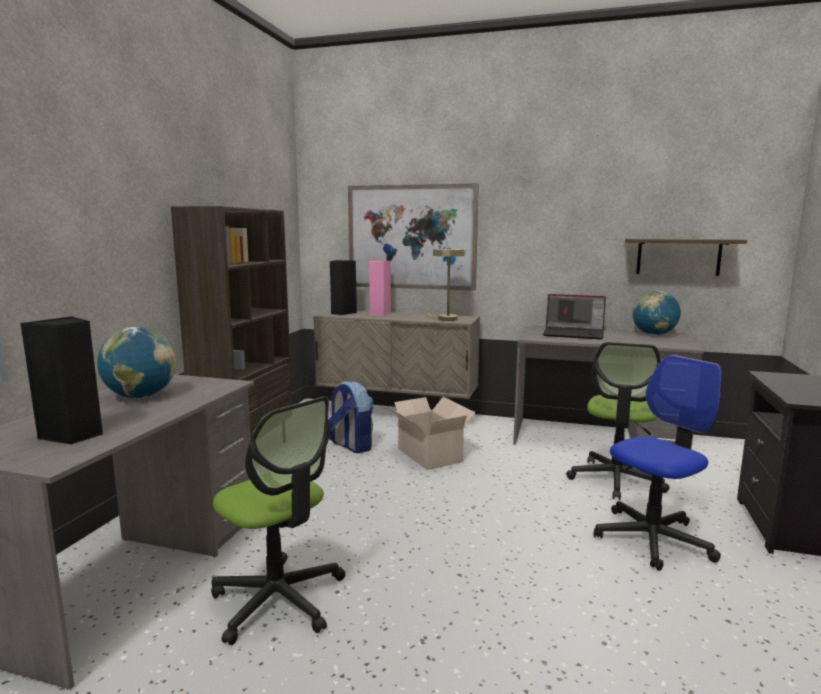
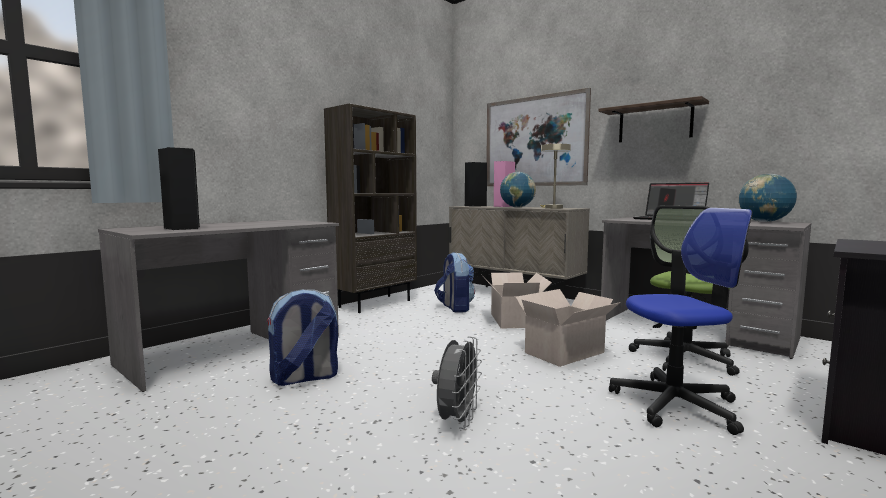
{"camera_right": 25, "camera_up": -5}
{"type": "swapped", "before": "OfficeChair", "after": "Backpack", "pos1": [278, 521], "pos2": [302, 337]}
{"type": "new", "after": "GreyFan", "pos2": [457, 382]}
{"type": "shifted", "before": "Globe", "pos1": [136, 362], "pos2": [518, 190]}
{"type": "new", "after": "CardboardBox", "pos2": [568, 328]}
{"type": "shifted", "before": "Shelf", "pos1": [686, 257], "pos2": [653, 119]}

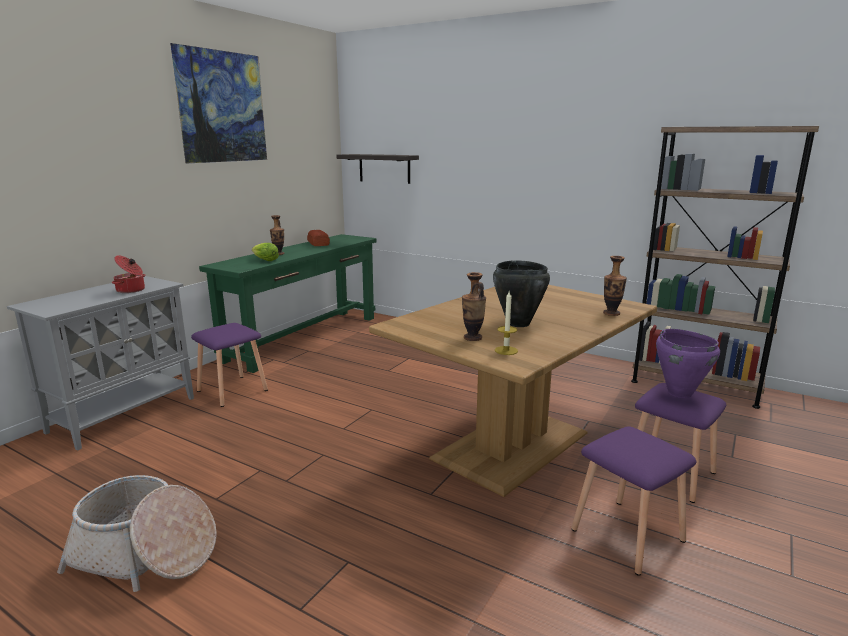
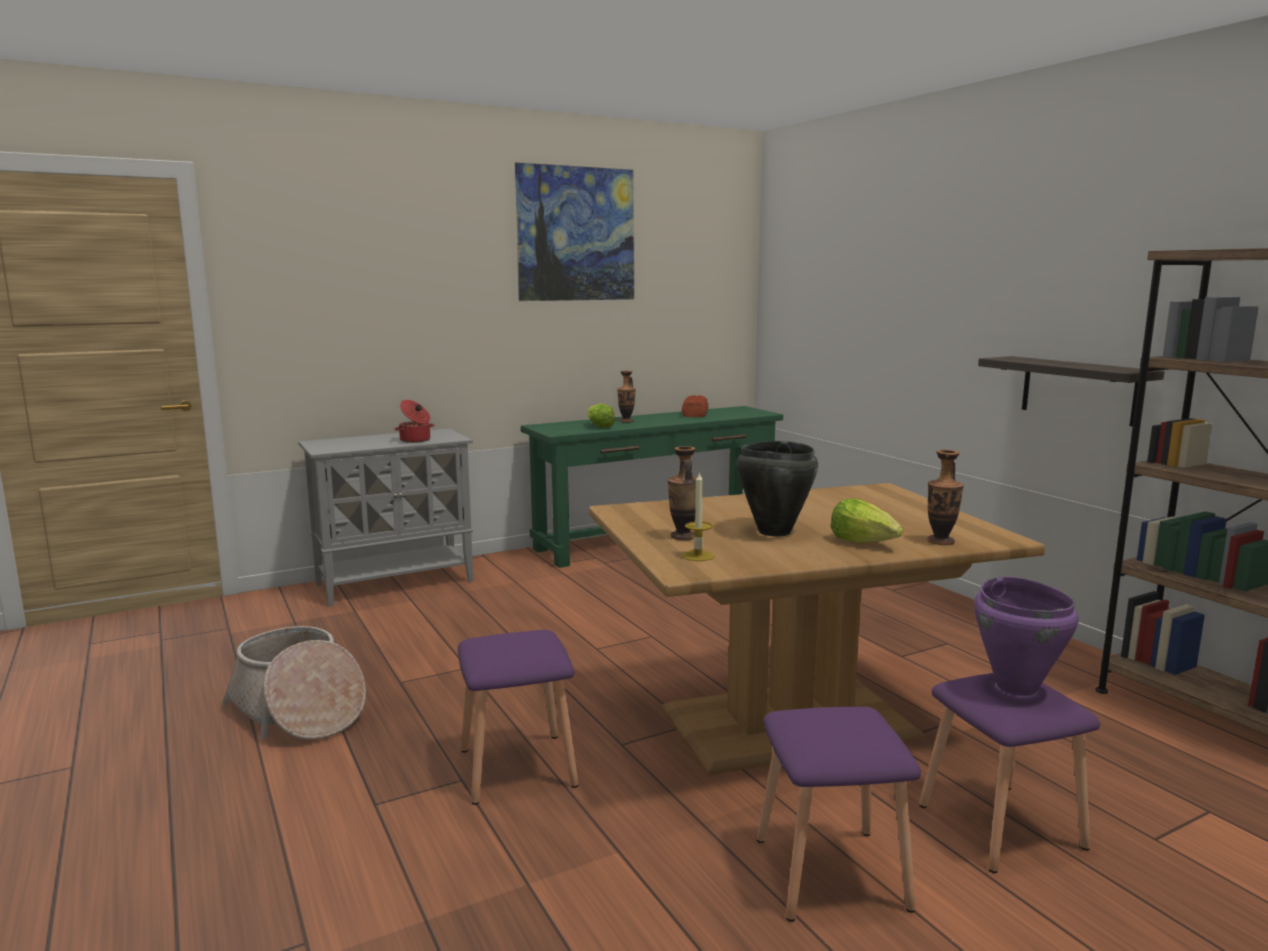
{"camera_right": 30, "camera_up": -5}
{"type": "shifted", "before": "PurpleStool", "pos1": [229, 365], "pos2": [518, 717]}
{"type": "new", "after": "Lettuce", "pos2": [867, 521]}
{"type": "shifted", "before": "Shelf", "pos1": [377, 169], "pos2": [1071, 391]}

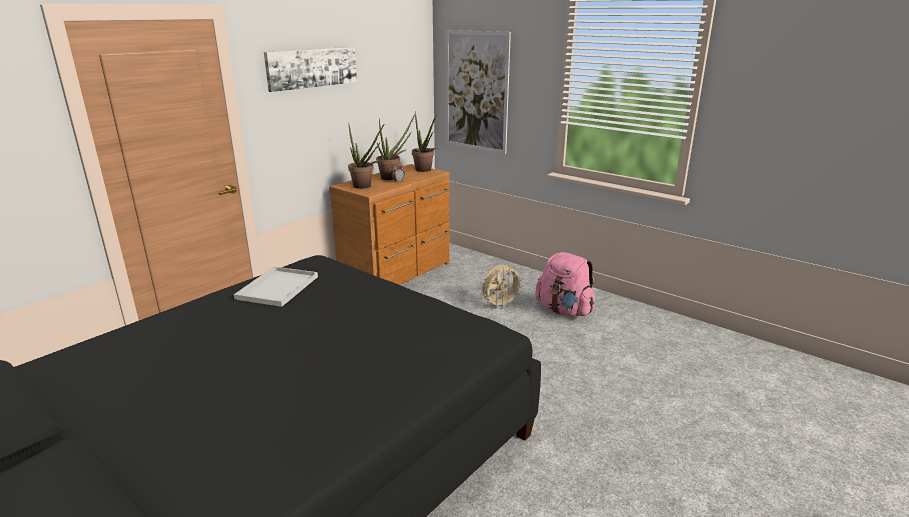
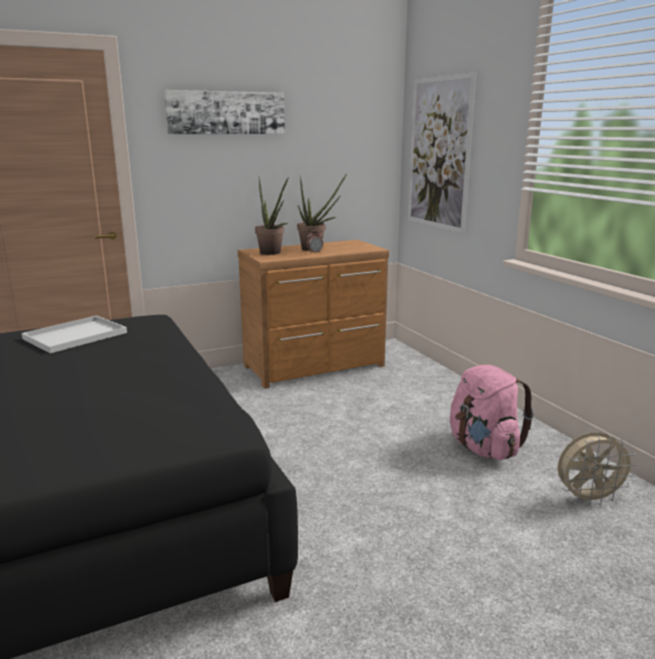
{"camera_right": 25, "camera_up": -5}
{"type": "shifted", "before": "BeigeFan", "pos1": [503, 287], "pos2": [597, 469]}
{"type": "gone", "before": "PottedPlant", "pos1": [424, 141]}

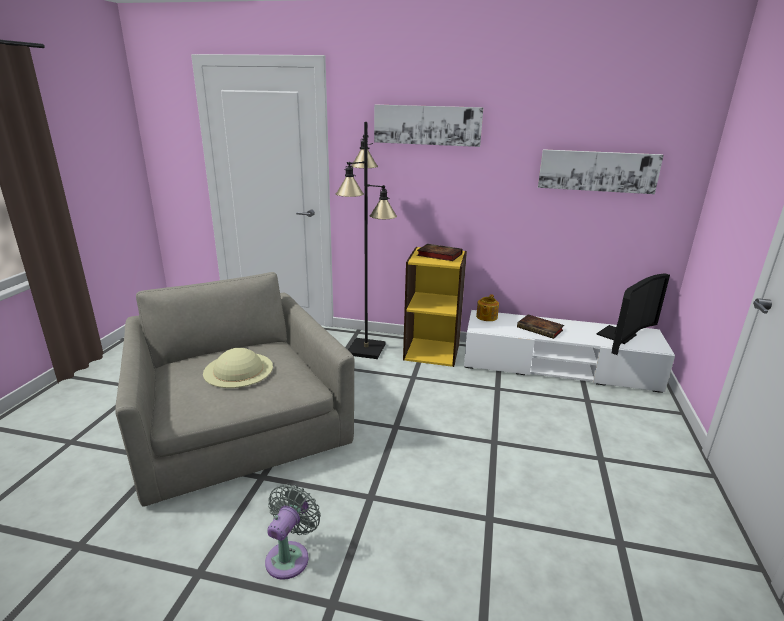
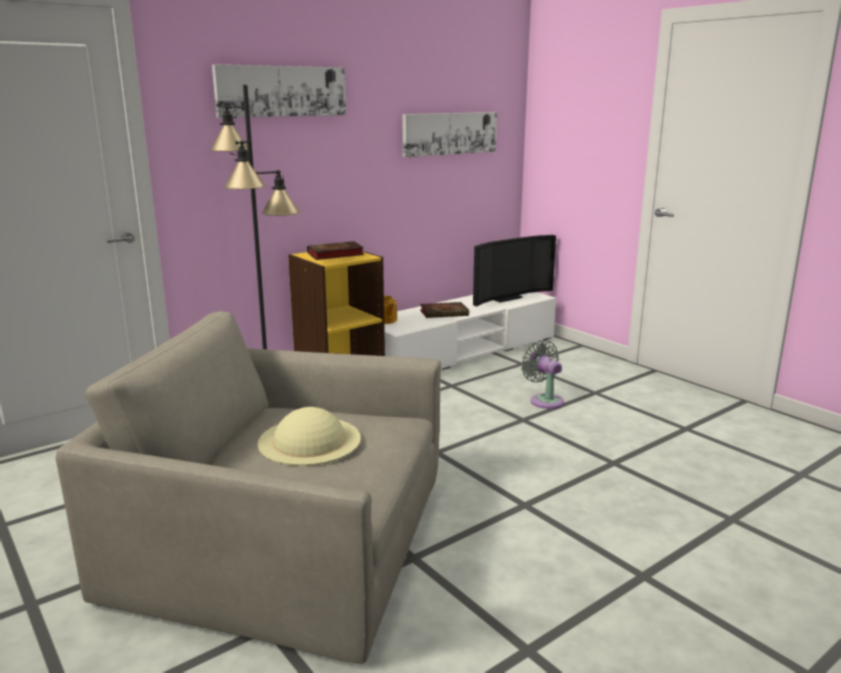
{"camera_right": -50, "camera_up": -5}
{"type": "rotated", "before": "Television", "pos1": [633, 314], "pos2": [514, 271], "turn": 60}
{"type": "shifted", "before": "GreyFan", "pos1": [293, 532], "pos2": [542, 374]}

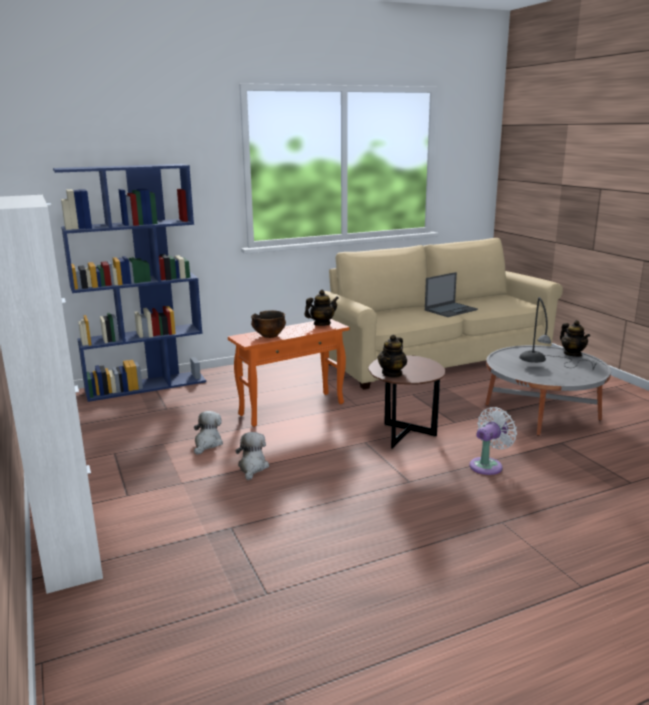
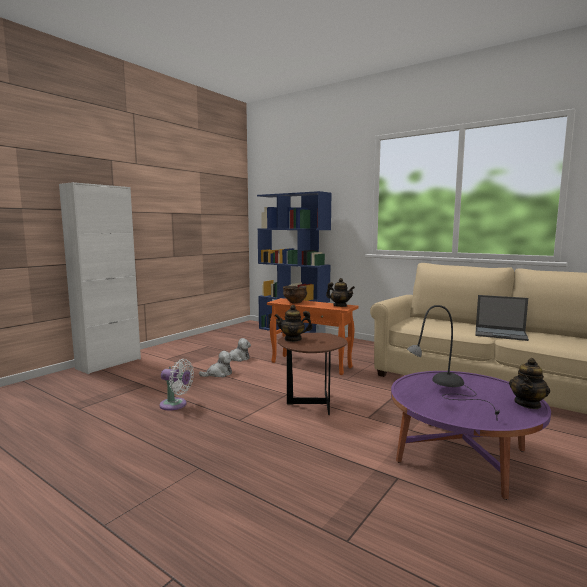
{"camera_right": 60, "camera_up": -10}
{"type": "shifted", "before": "WhiteFan", "pos1": [493, 441], "pos2": [176, 384]}
{"type": "repainted", "before": "GreyCoffeeTable", "after": "PurpleCoffeeTable", "pos1": [548, 390], "pos2": [471, 435]}

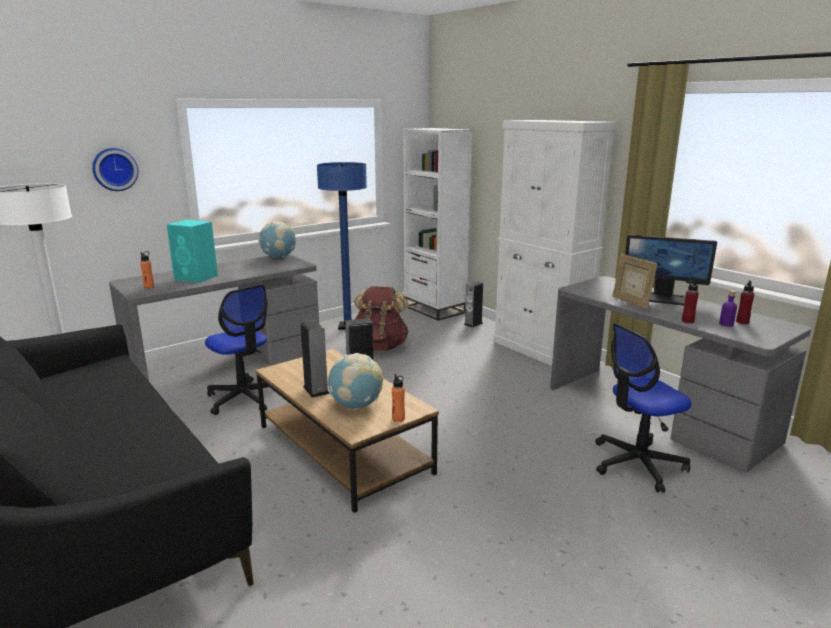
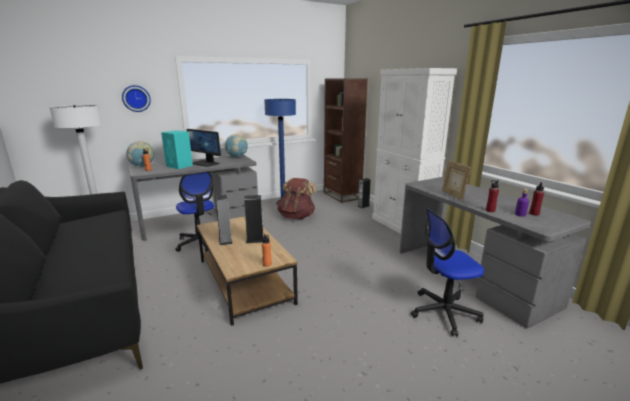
{"camera_right": 10, "camera_up": 0}
{"type": "shifted", "before": "Globe", "pos1": [355, 381], "pos2": [140, 154]}
{"type": "shifted", "before": "Monitor", "pos1": [671, 270], "pos2": [204, 148]}
{"type": "repainted", "before": "WhiteBookcase", "after": "BrownBookcase", "pos1": [437, 224], "pos2": [346, 141]}

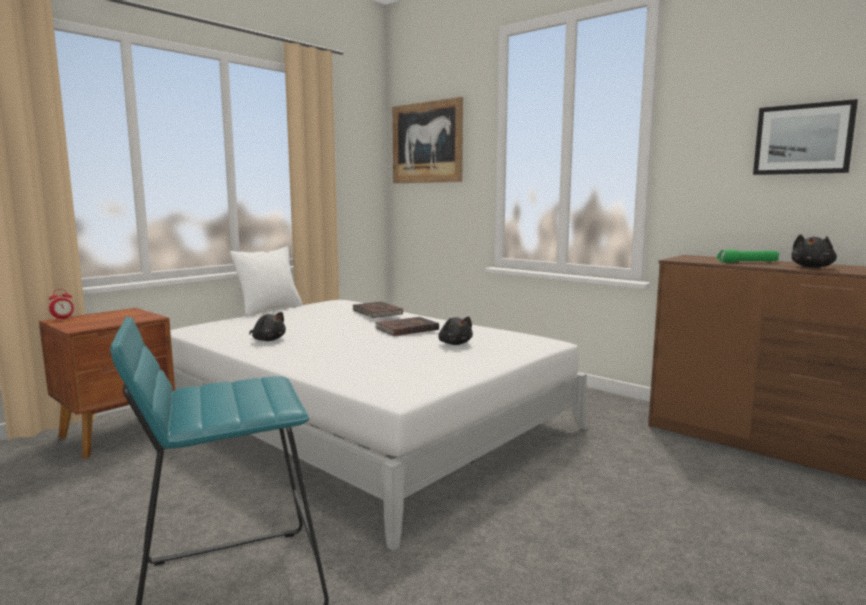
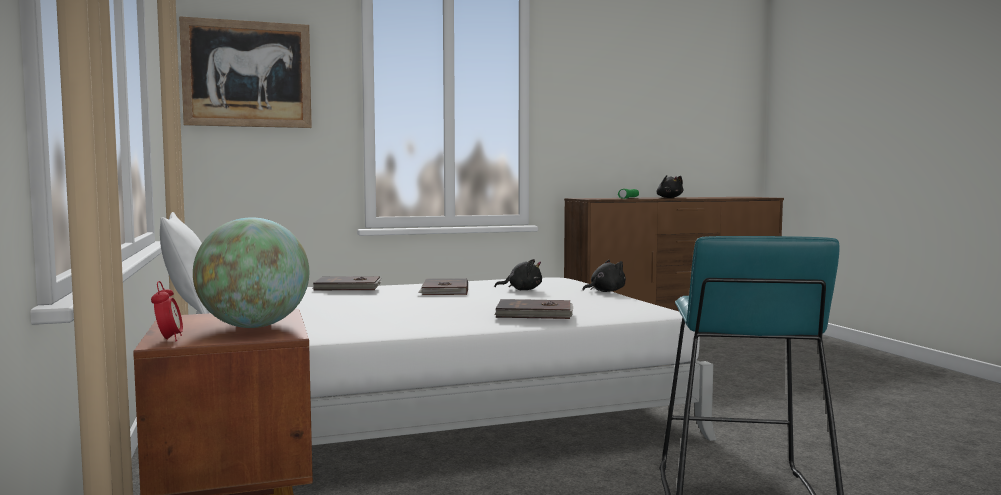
{"camera_right": -60, "camera_up": -5}
{"type": "new", "after": "Globe", "pos2": [251, 273]}
{"type": "new", "after": "BrownBook", "pos2": [533, 309]}
{"type": "shifted", "before": "BlackPlushToy", "pos1": [267, 326], "pos2": [604, 276]}
{"type": "gone", "before": "Picture", "pos1": [805, 137]}

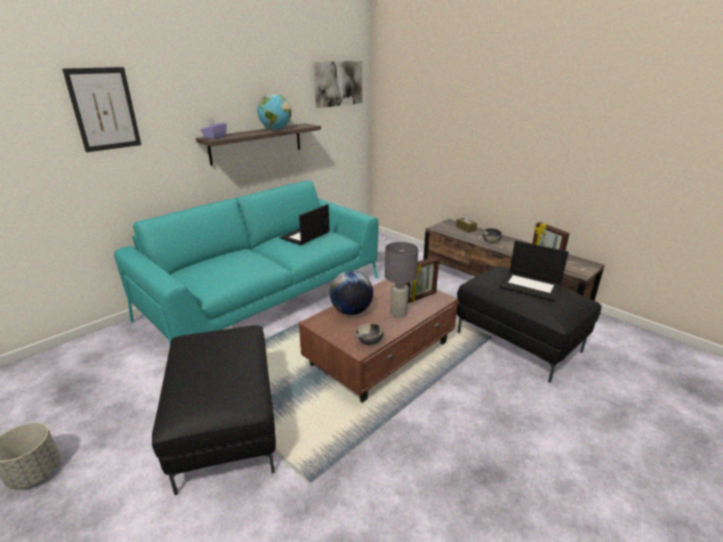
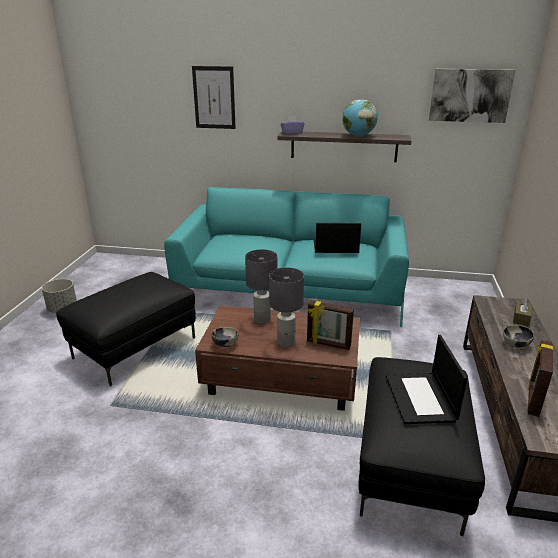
{"camera_right": 55, "camera_up": 0}
{"type": "swapped", "before": "Globe", "after": "GreyTableLamp", "pos1": [351, 293], "pos2": [261, 286]}

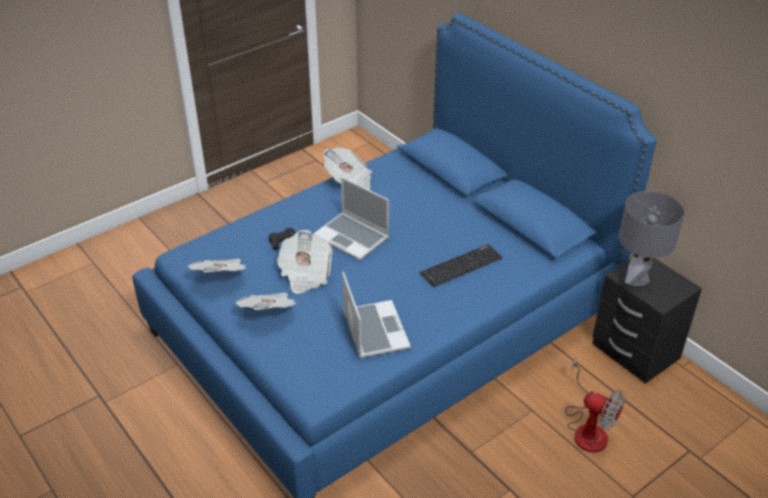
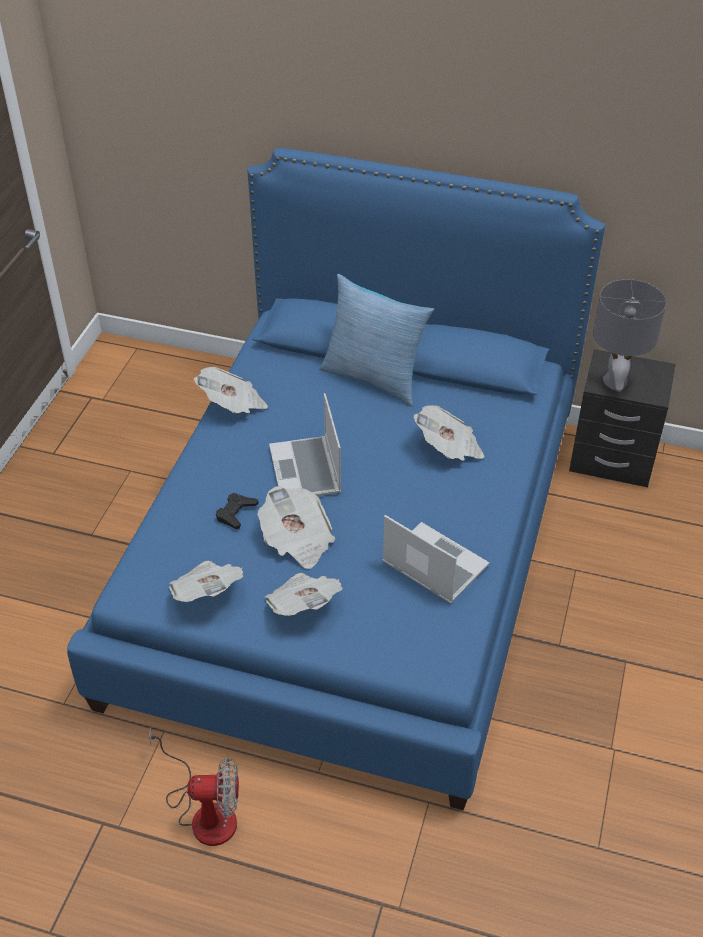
{"camera_right": -35, "camera_up": 5}
{"type": "shifted", "before": "Fan", "pos1": [595, 405], "pos2": [194, 786]}
{"type": "rotated", "before": "Laptop", "pos1": [351, 218], "pos2": [305, 444], "turn": 75}
{"type": "new", "after": "Pillow", "pos2": [376, 340]}
{"type": "swapped", "before": "Keyboard", "after": "Newspaper", "pos1": [461, 265], "pos2": [449, 433]}

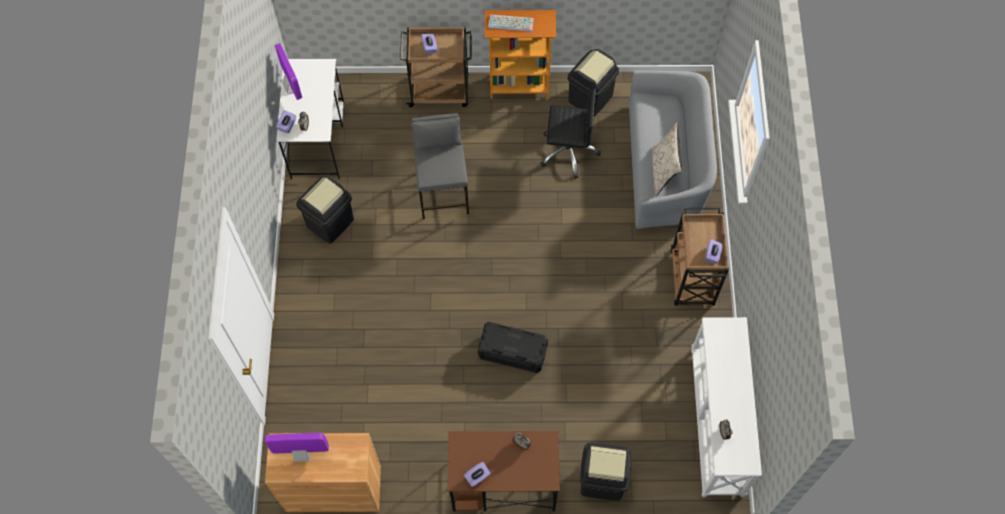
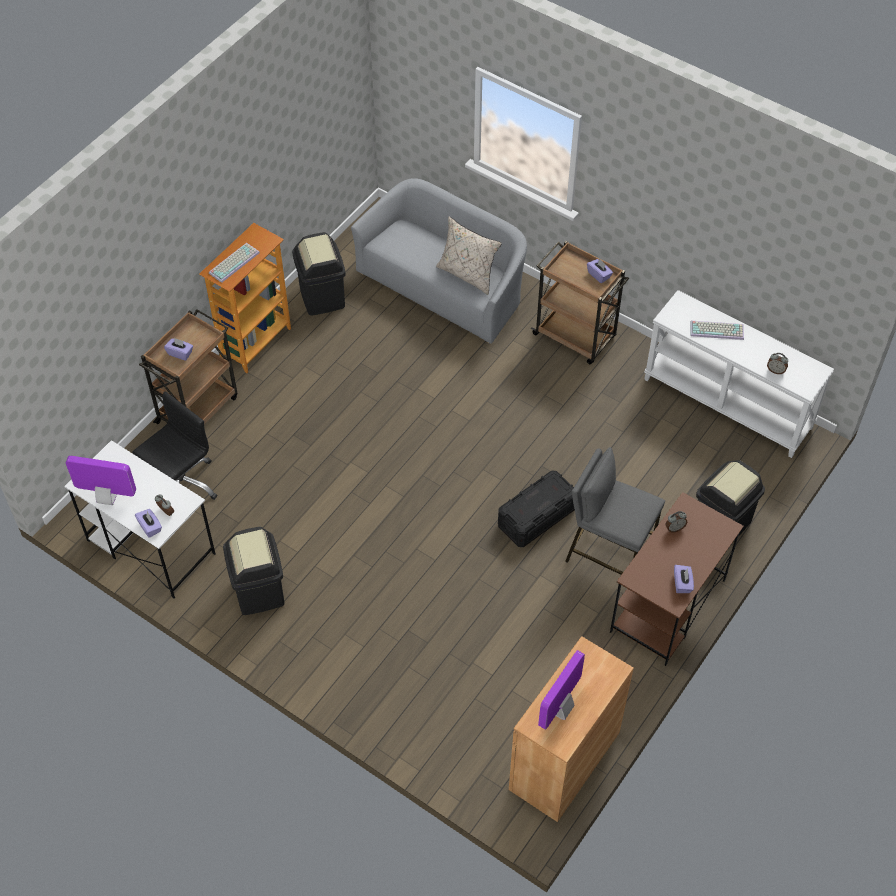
{"camera_right": -55, "camera_up": -10}
{"type": "shifted", "before": "BlackOfficeChair", "pos1": [571, 133], "pos2": [175, 445]}
{"type": "shifted", "before": "GreyStool", "pos1": [440, 166], "pos2": [615, 511]}
{"type": "new", "after": "Keyboard", "pos2": [717, 330]}

